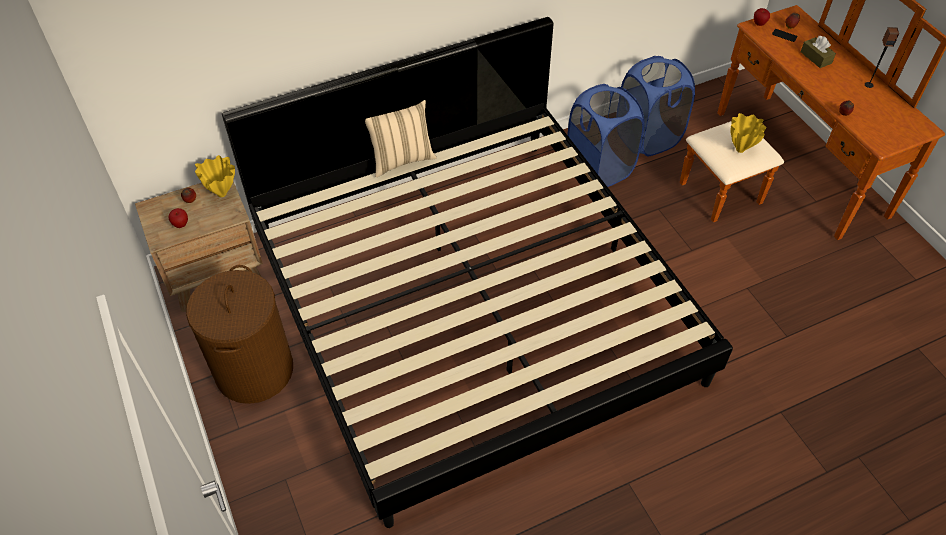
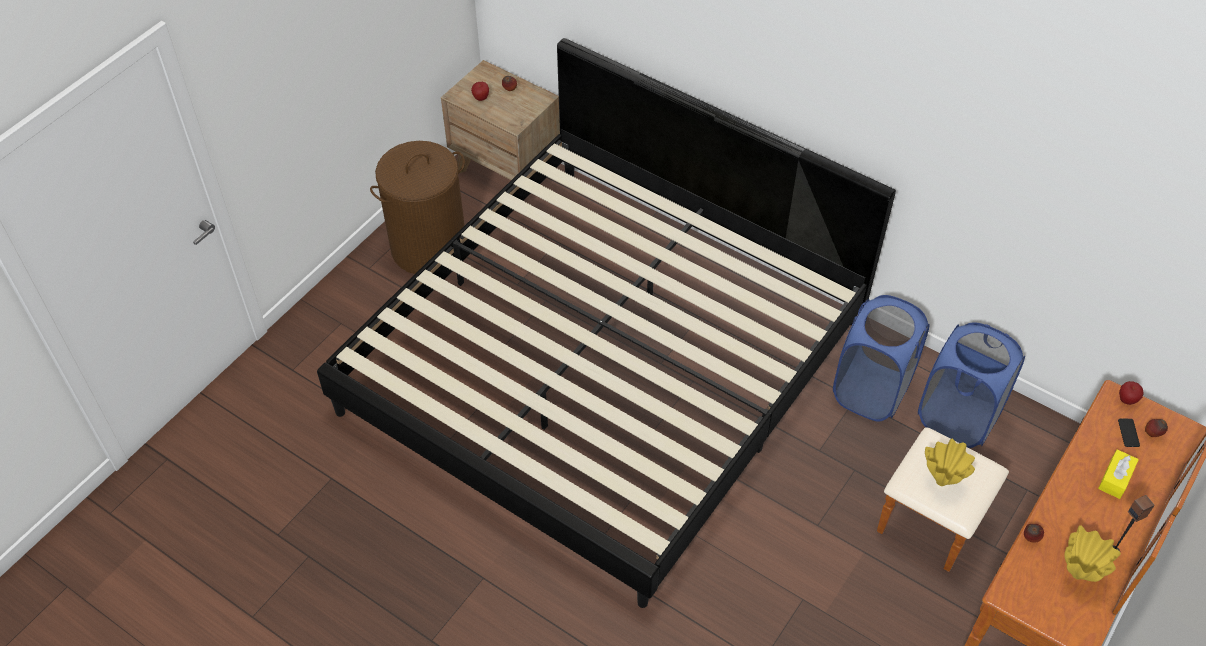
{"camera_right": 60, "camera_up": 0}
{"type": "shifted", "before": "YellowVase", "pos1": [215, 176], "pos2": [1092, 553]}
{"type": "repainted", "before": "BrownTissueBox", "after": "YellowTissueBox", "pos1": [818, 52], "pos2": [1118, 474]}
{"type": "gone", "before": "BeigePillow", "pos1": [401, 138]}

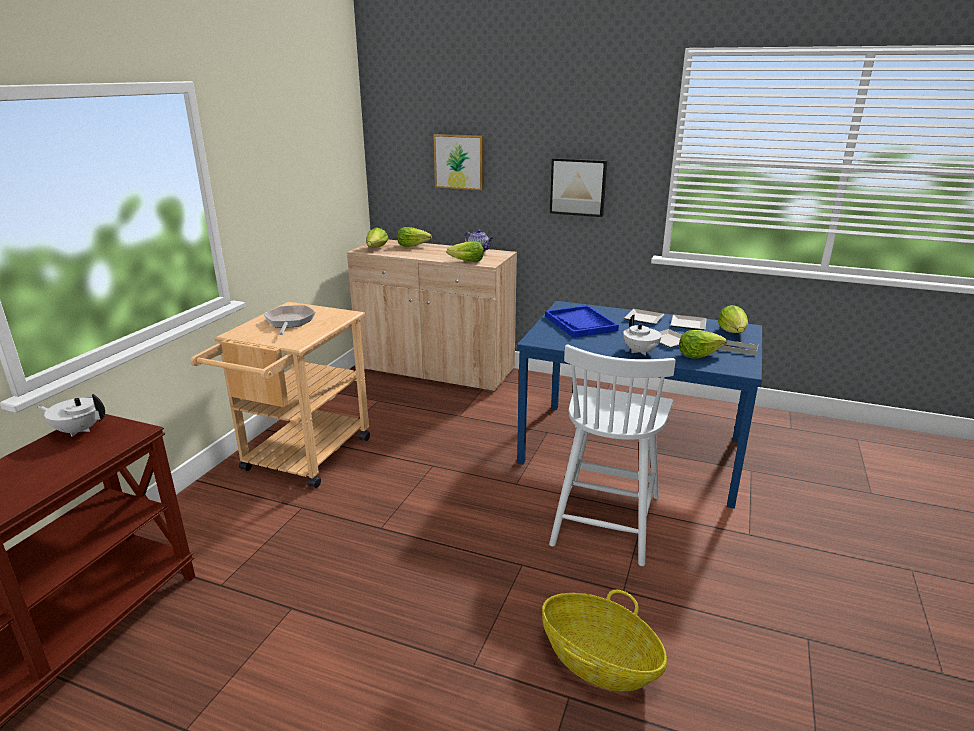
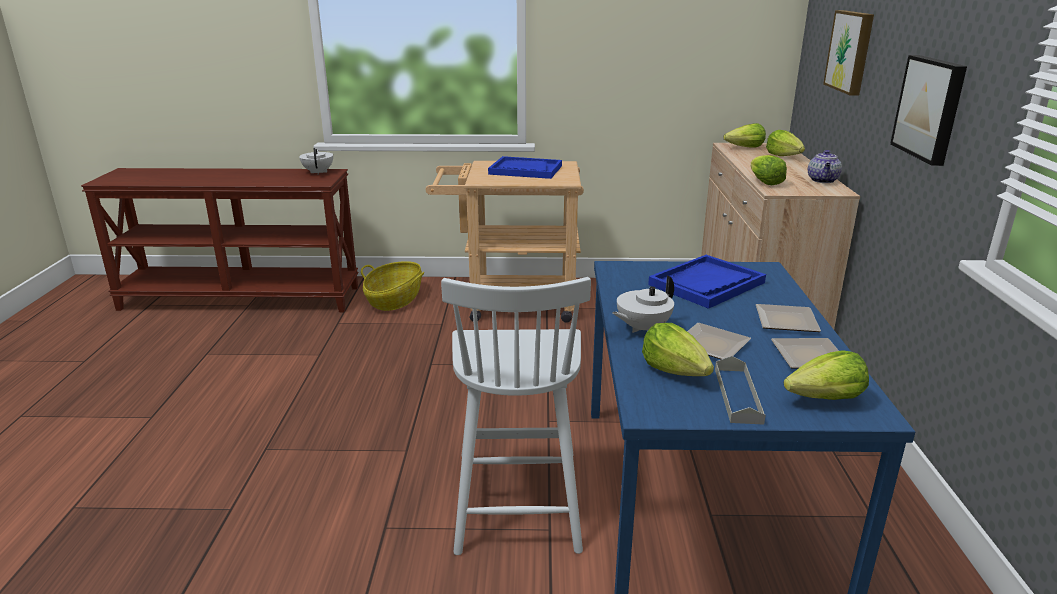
{"camera_right": 70, "camera_up": 0}
{"type": "shifted", "before": "Basket", "pos1": [604, 641], "pos2": [392, 286]}
{"type": "rotated", "before": "WhiteChair", "pos1": [612, 455], "pos2": [516, 416], "turn": -90}
{"type": "swapped", "before": "FryingPan", "after": "BlueTray", "pos1": [289, 320], "pos2": [525, 167]}

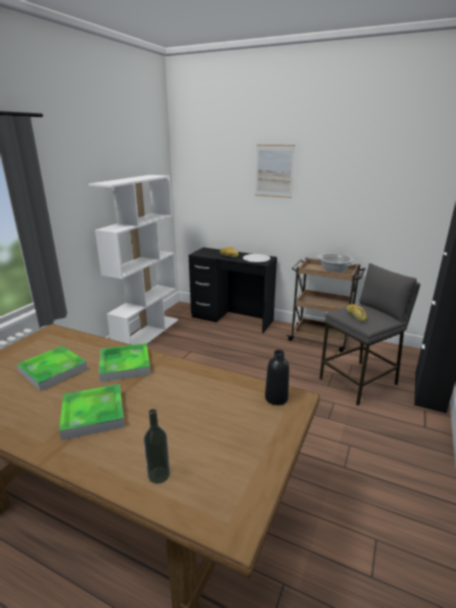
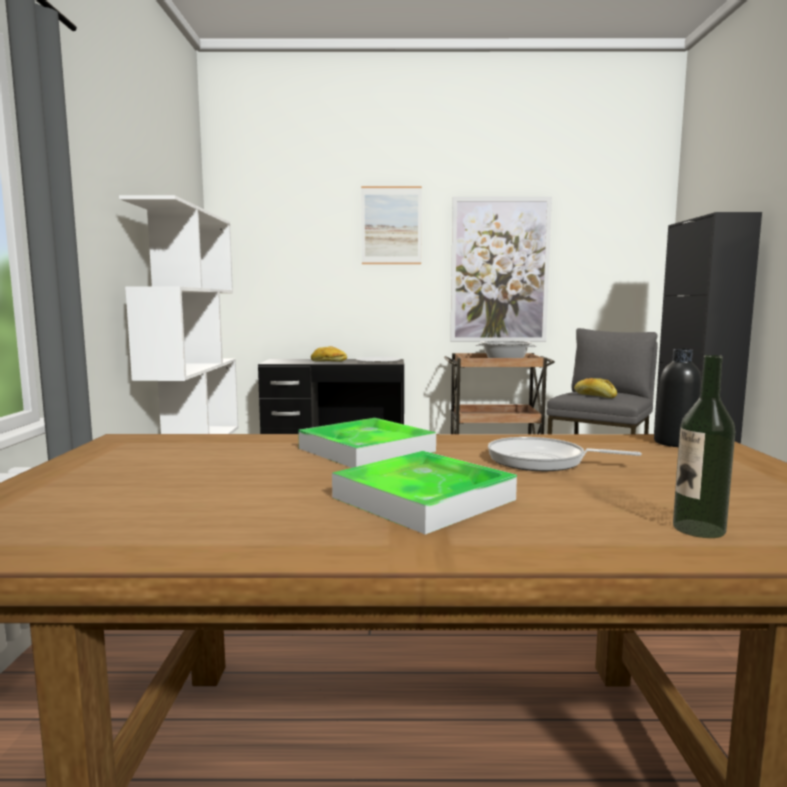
{"camera_right": -25, "camera_up": -15}
{"type": "new", "after": "Picture", "pos2": [501, 269]}
{"type": "new", "after": "FryingPan", "pos2": [565, 454]}
{"type": "gone", "before": "Tray", "pos1": [52, 368]}

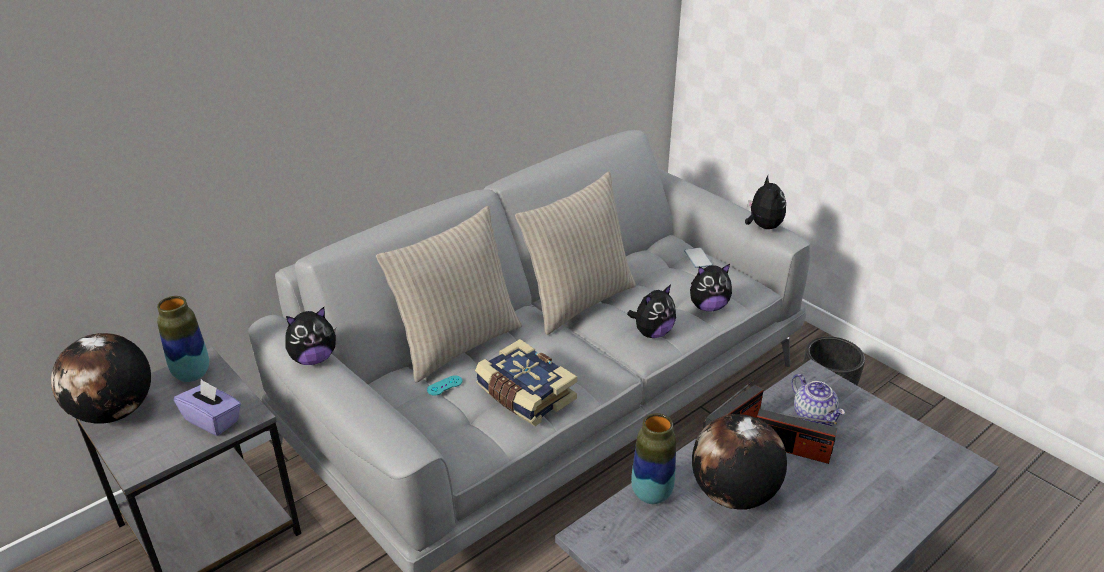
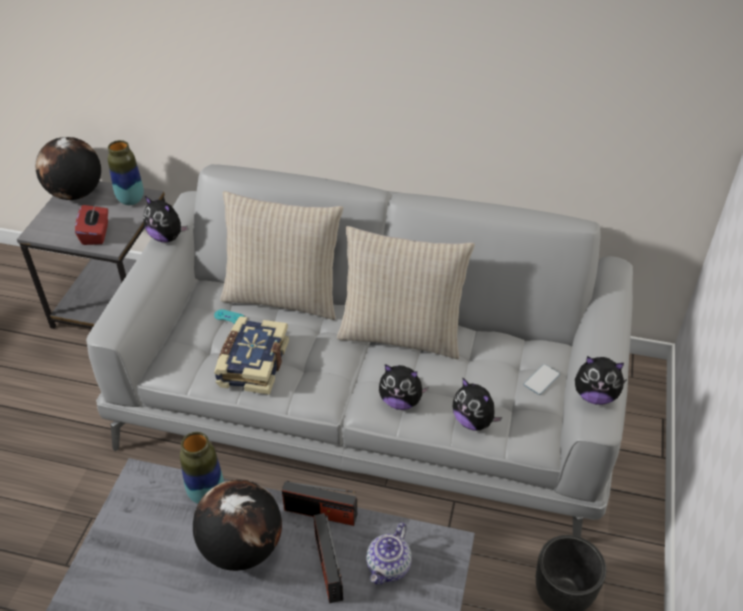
{"camera_right": 55, "camera_up": 10}
{"type": "repainted", "before": "PurpleTissueBox", "after": "RedTissueBox", "pos1": [207, 407], "pos2": [91, 224]}
{"type": "rotated", "before": "PlushToy", "pos1": [765, 202], "pos2": [601, 380], "turn": 60}

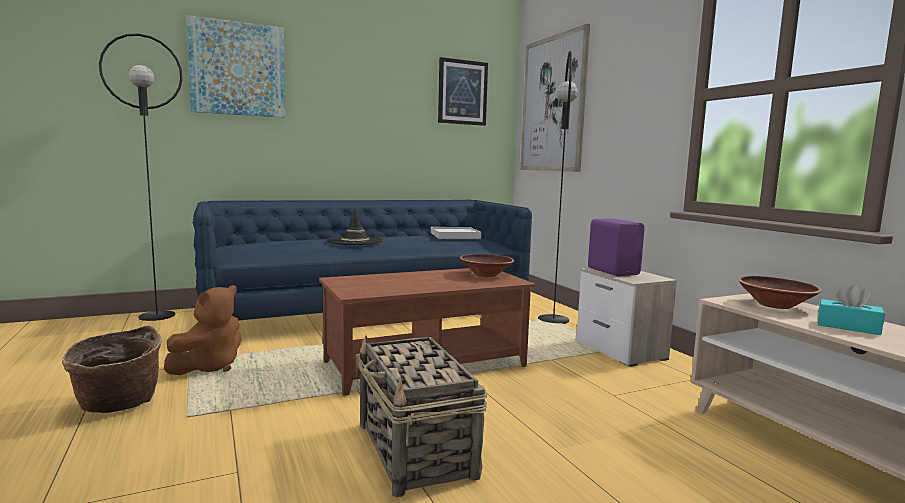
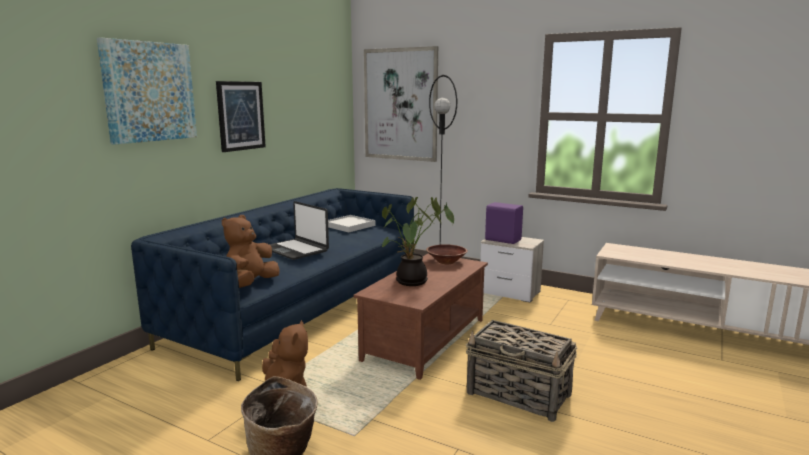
{"camera_right": -35, "camera_up": 5}
{"type": "shifted", "before": "Picture", "pos1": [463, 91], "pos2": [241, 116]}
{"type": "new", "after": "BrownPlushToy", "pos2": [250, 251]}
{"type": "swapped", "before": "BlackHat", "after": "Laptop", "pos1": [355, 226], "pos2": [299, 230]}
{"type": "new", "after": "PottedPlant", "pos2": [418, 241]}
{"type": "gone", "before": "BlackFloorLamp", "pos1": [141, 177]}
{"type": "gone", "before": "BrownBowl", "pos1": [780, 292]}
{"type": "gone", "before": "TurquoiseTissueBox", "pos1": [851, 310]}

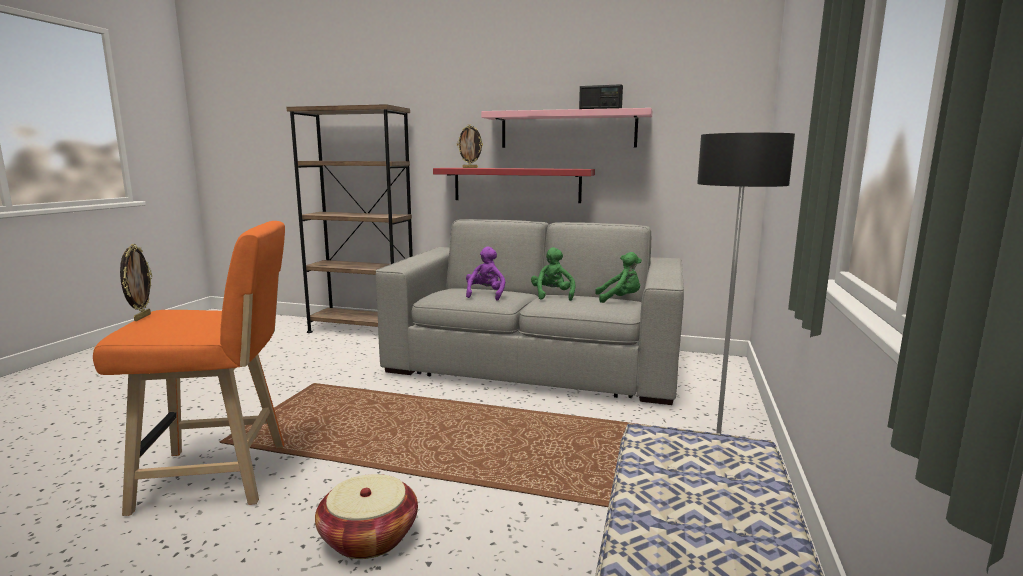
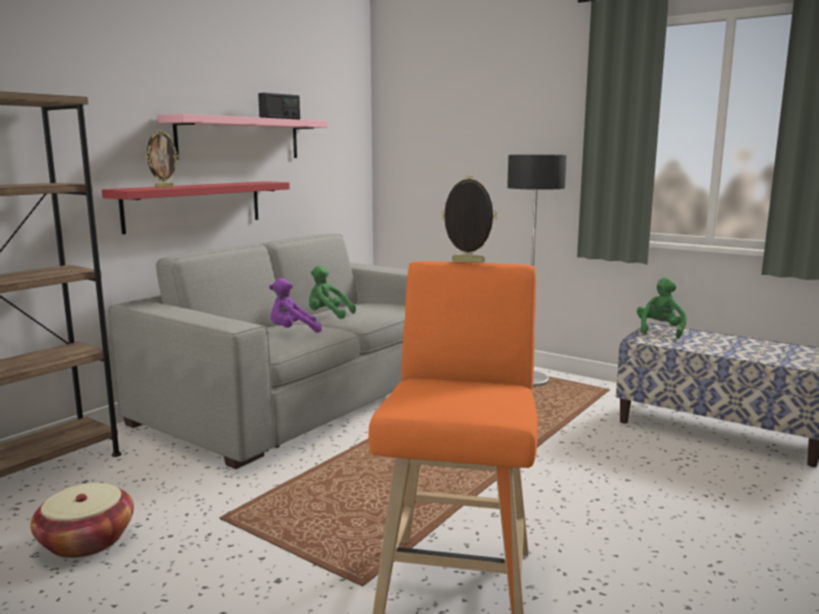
{"camera_right": -70, "camera_up": 0}
{"type": "shifted", "before": "Basket", "pos1": [366, 516], "pos2": [82, 520]}
{"type": "rotated", "before": "PurplePlushToy", "pos1": [485, 273], "pos2": [295, 305], "turn": -45}
{"type": "shifted", "before": "PictureFrame", "pos1": [136, 282], "pos2": [469, 219]}
{"type": "shifted", "before": "GreenPlushToy", "pos1": [618, 277], "pos2": [662, 307]}

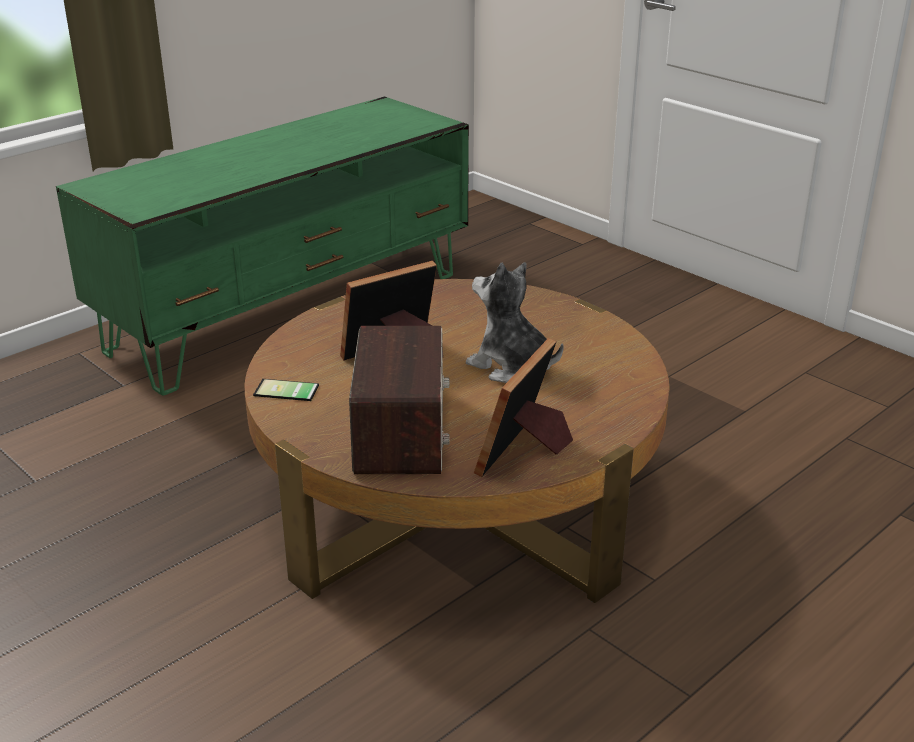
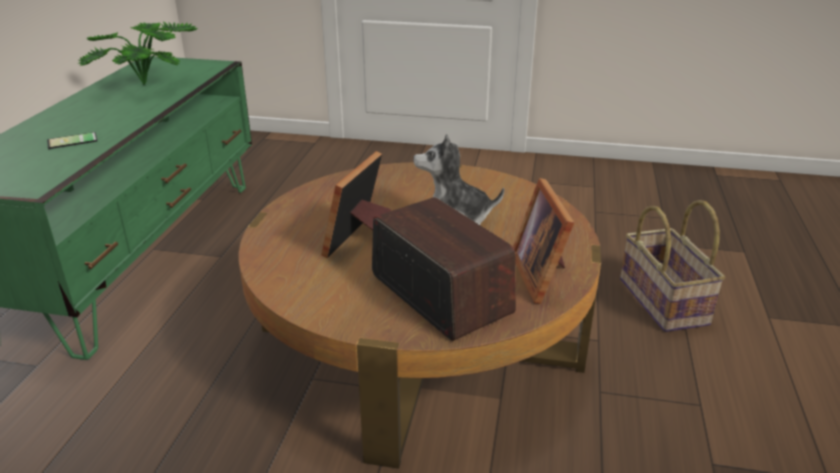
{"camera_right": -35, "camera_up": 0}
{"type": "shifted", "before": "Phone", "pos1": [286, 390], "pos2": [72, 140]}
{"type": "new", "after": "PottedPlant", "pos2": [138, 53]}
{"type": "new", "after": "Basket", "pos2": [672, 266]}

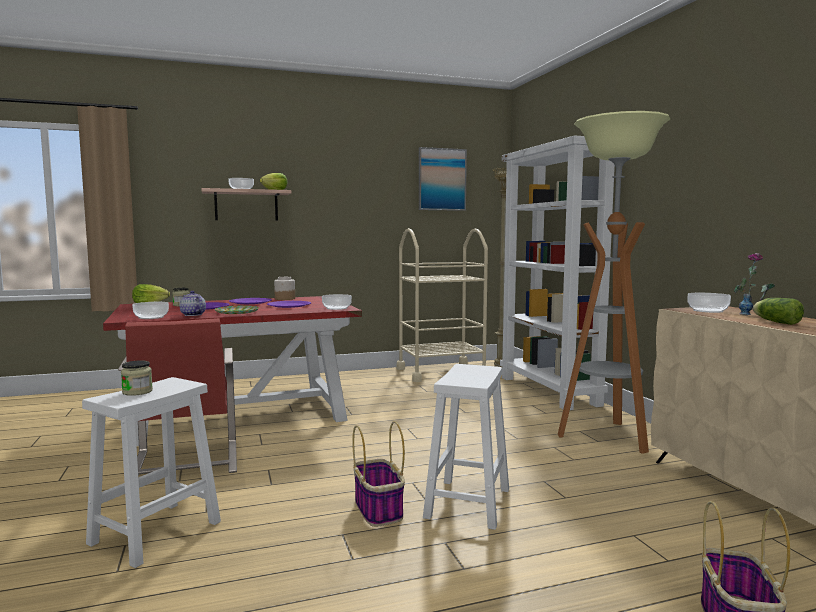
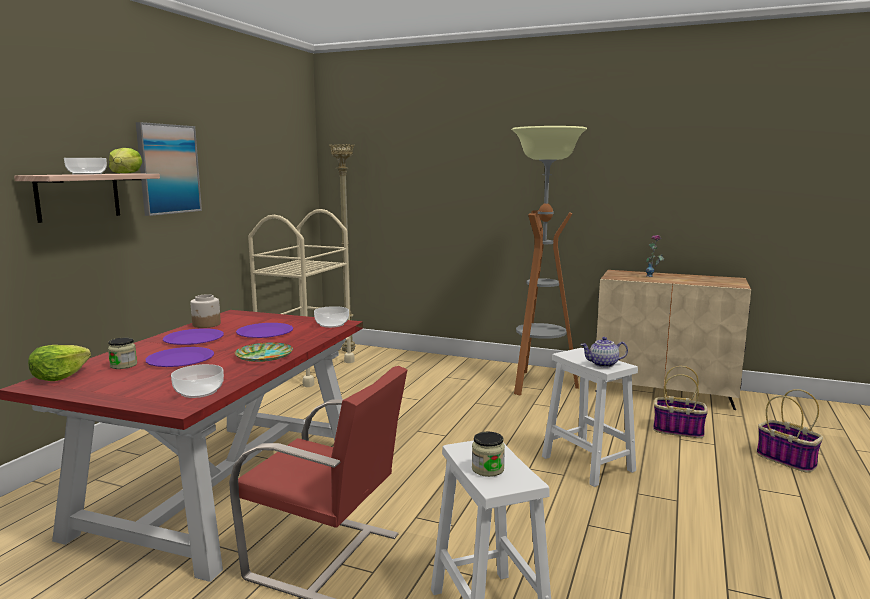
{"camera_right": -50, "camera_up": 5}
{"type": "shifted", "before": "Picture", "pos1": [443, 179], "pos2": [169, 169]}
{"type": "shifted", "before": "Teapot", "pos1": [193, 303], "pos2": [604, 352]}
{"type": "shifted", "before": "Basket", "pos1": [378, 474], "pos2": [680, 402]}
{"type": "gone", "before": "WhiteBookcase", "pos1": [557, 272]}
{"type": "gone", "before": "Bowl", "pos1": [709, 303]}
{"type": "gone", "before": "Lettuce", "pos1": [778, 311]}

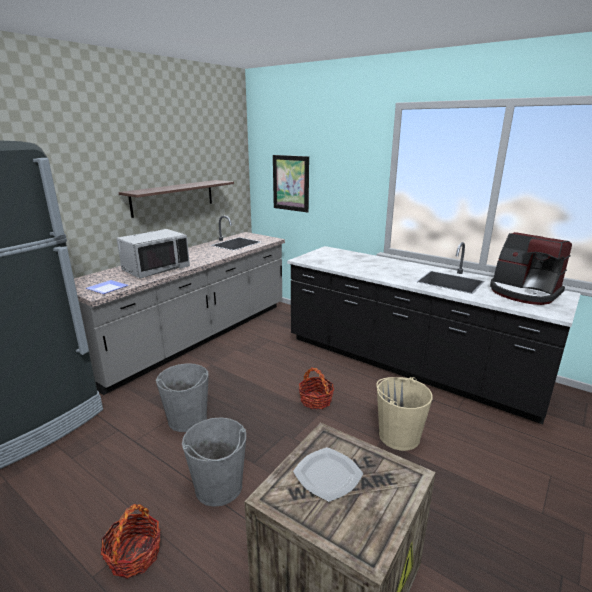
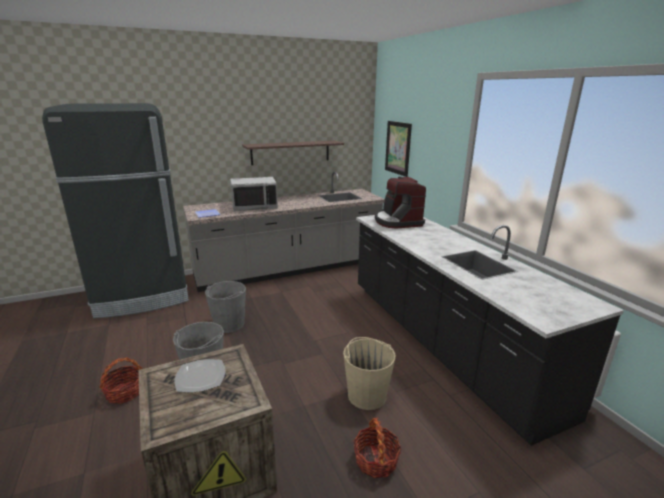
{"camera_right": 30, "camera_up": 0}
{"type": "shifted", "before": "Basket", "pos1": [316, 388], "pos2": [378, 448]}
{"type": "shifted", "before": "CoffeeMachine", "pos1": [531, 268], "pos2": [400, 202]}

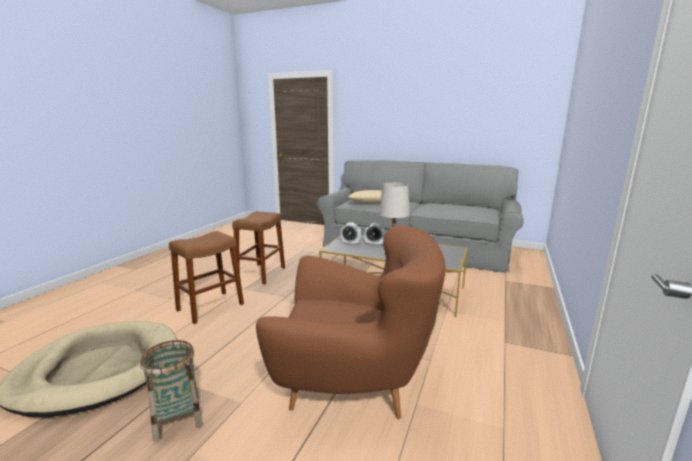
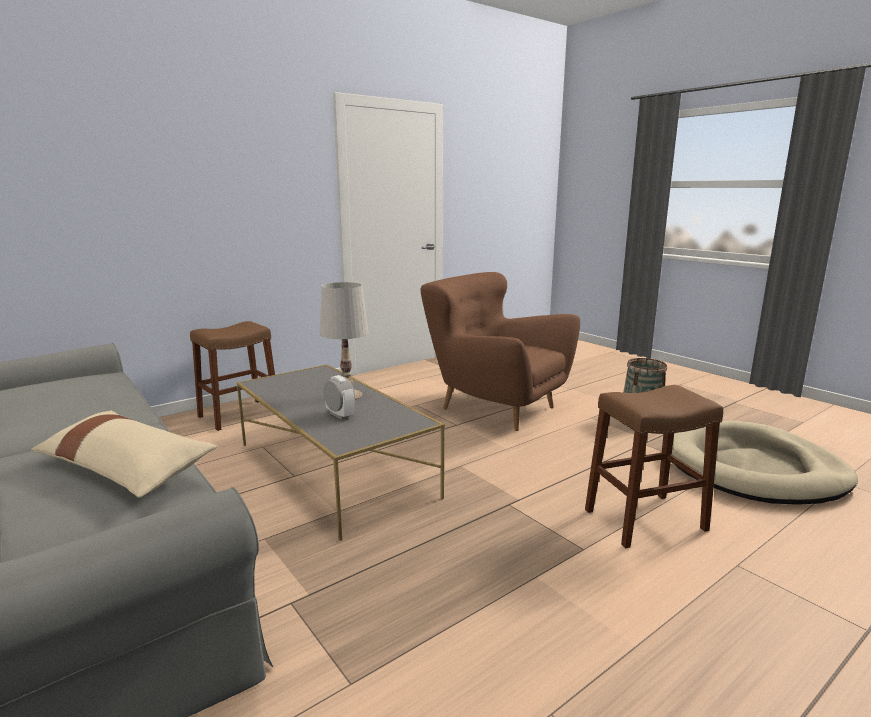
{"camera_right": -150, "camera_up": 0}
{"type": "shifted", "before": "BrownStool", "pos1": [258, 247], "pos2": [232, 376]}
{"type": "gone", "before": "AlarmClock", "pos1": [351, 233]}

